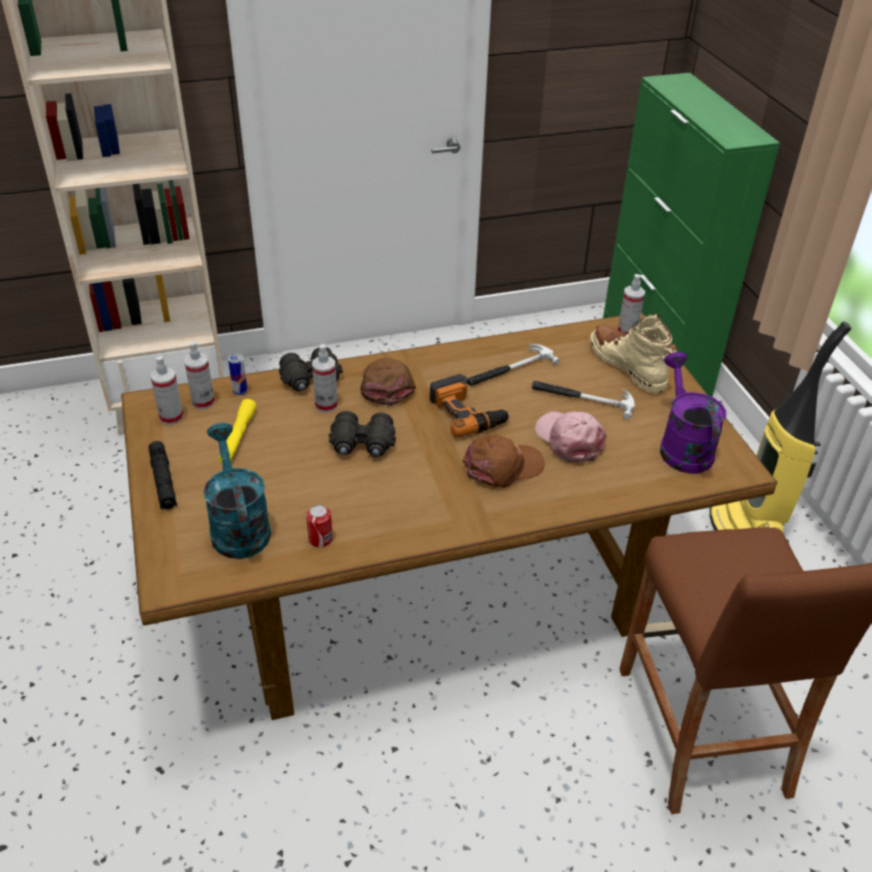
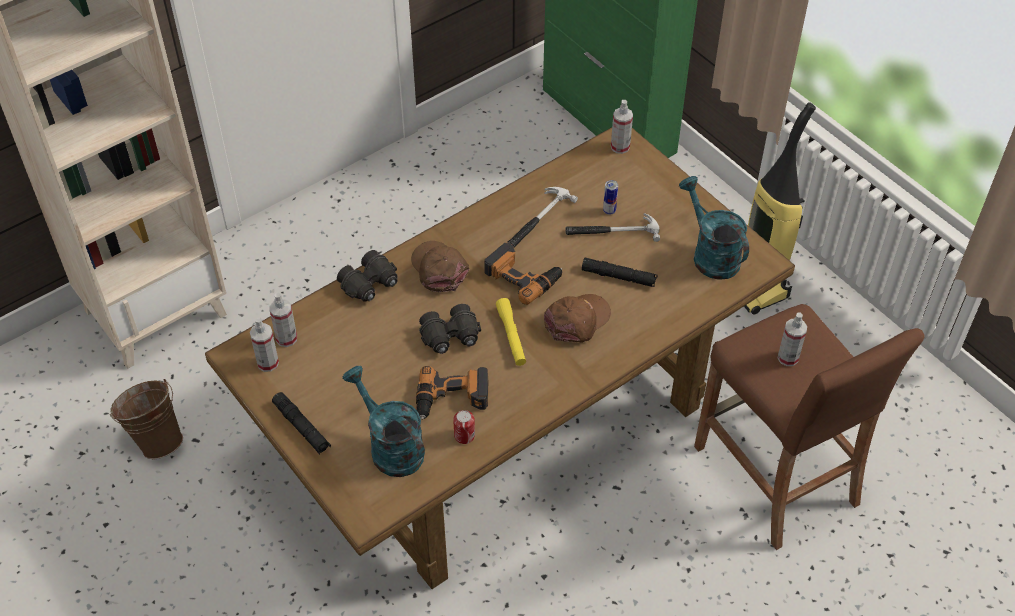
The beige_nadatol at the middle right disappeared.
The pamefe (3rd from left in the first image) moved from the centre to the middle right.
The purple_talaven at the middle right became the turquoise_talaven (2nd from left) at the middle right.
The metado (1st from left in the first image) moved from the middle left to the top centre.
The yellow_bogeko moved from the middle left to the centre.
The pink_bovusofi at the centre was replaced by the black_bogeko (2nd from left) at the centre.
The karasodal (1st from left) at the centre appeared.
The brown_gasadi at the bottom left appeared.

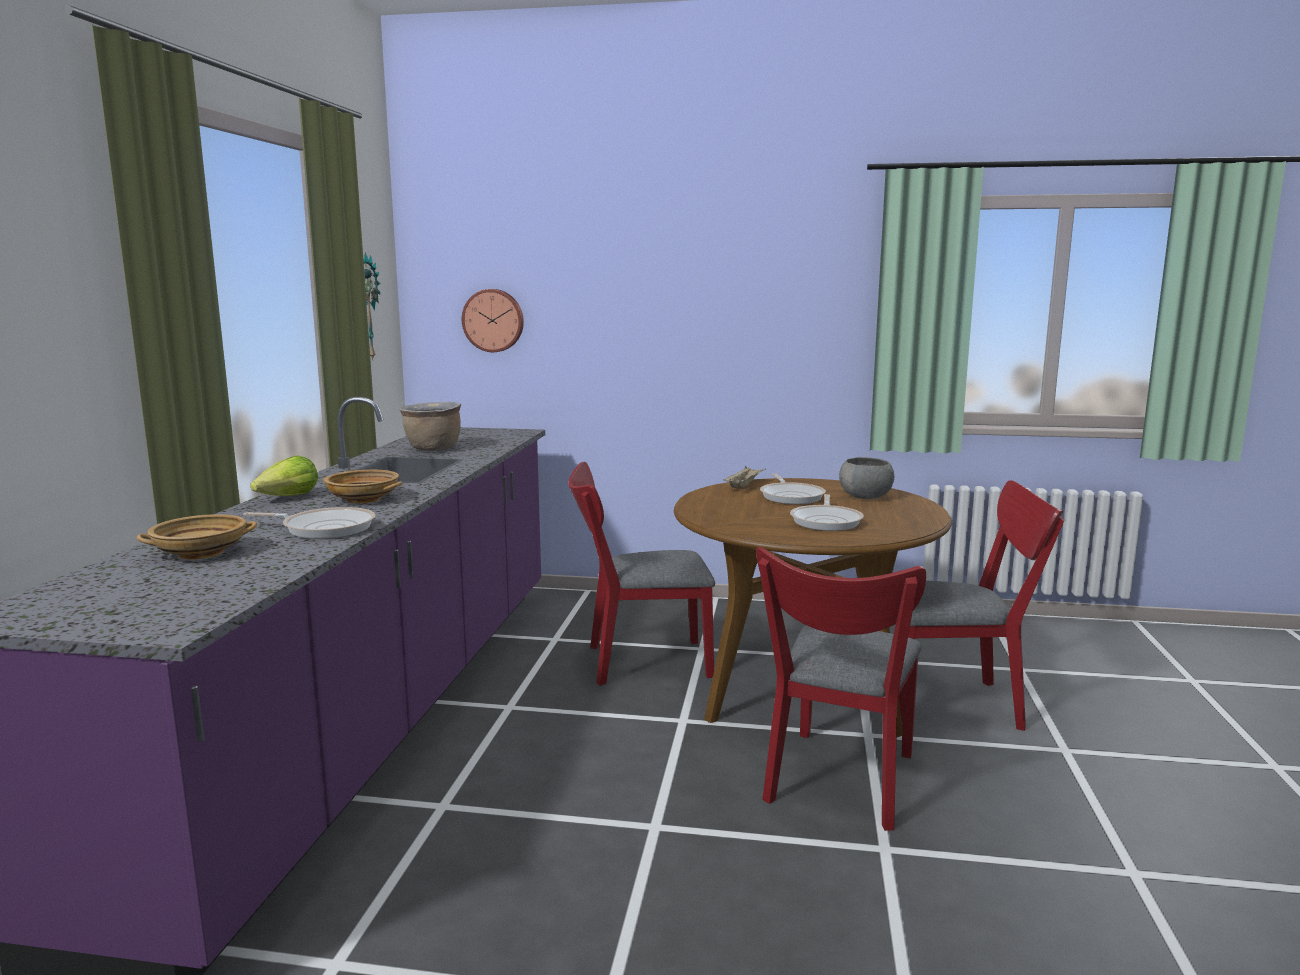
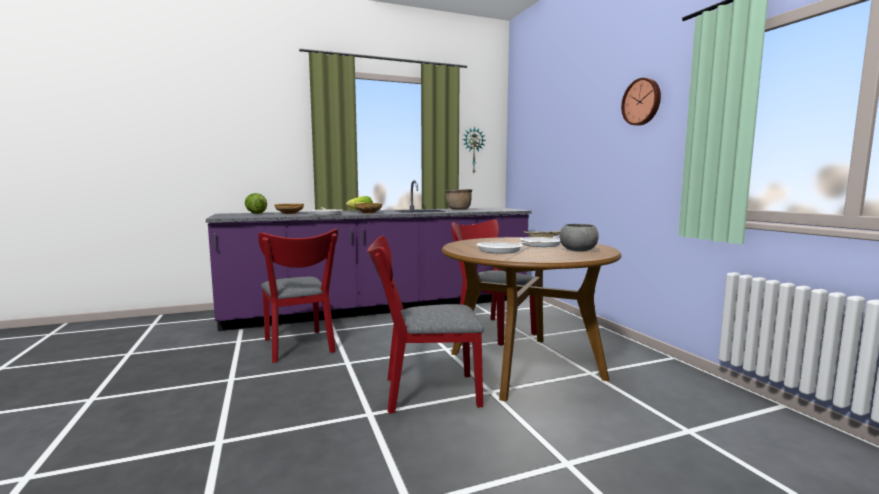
The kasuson (2nd from left) moved from the top centre to the top right.
The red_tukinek (3rd from left in the first image) moved from the middle right to the centre.
The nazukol (1st from left) at the middle left appeared.

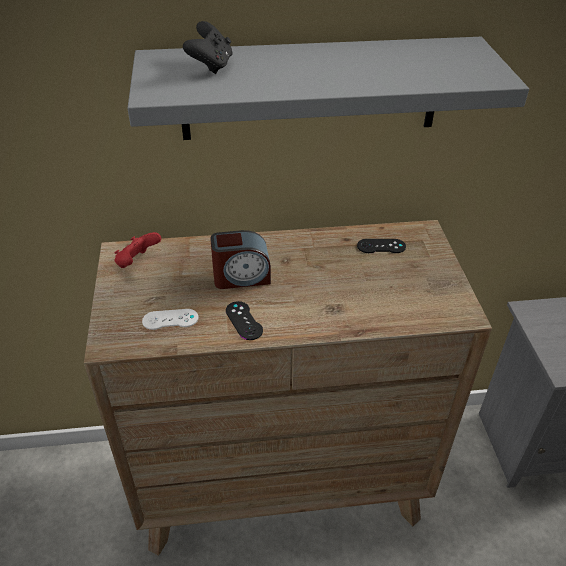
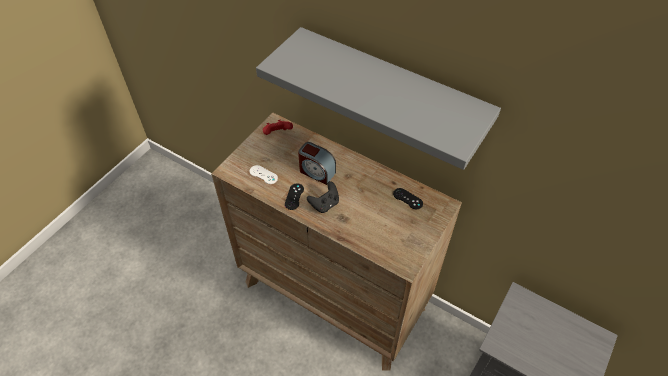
The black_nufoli (1st from left in the first image) moved from the top centre to the centre.

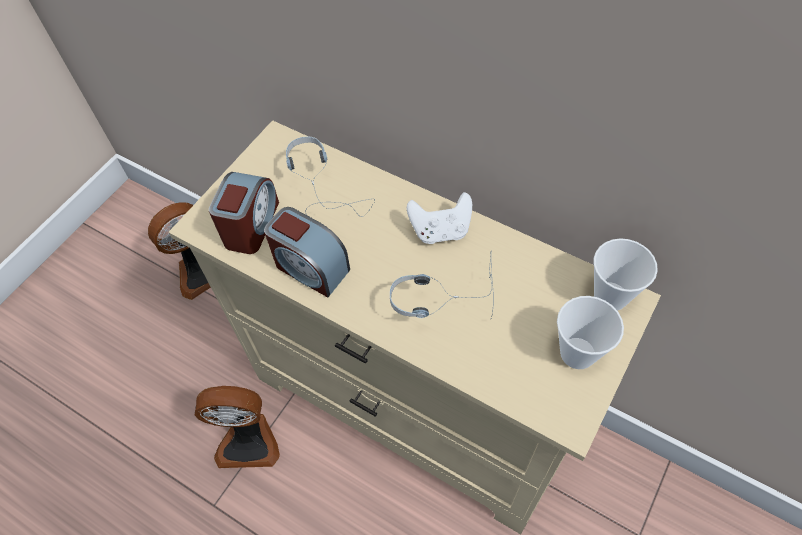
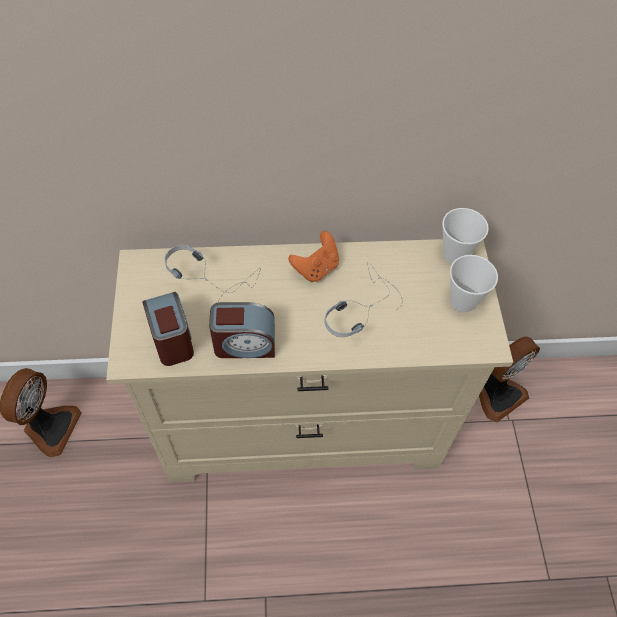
The white_nufoli at the centre became the orange_nufoli at the centre.
The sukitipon (2nd from left) moved from the bottom left to the middle right.

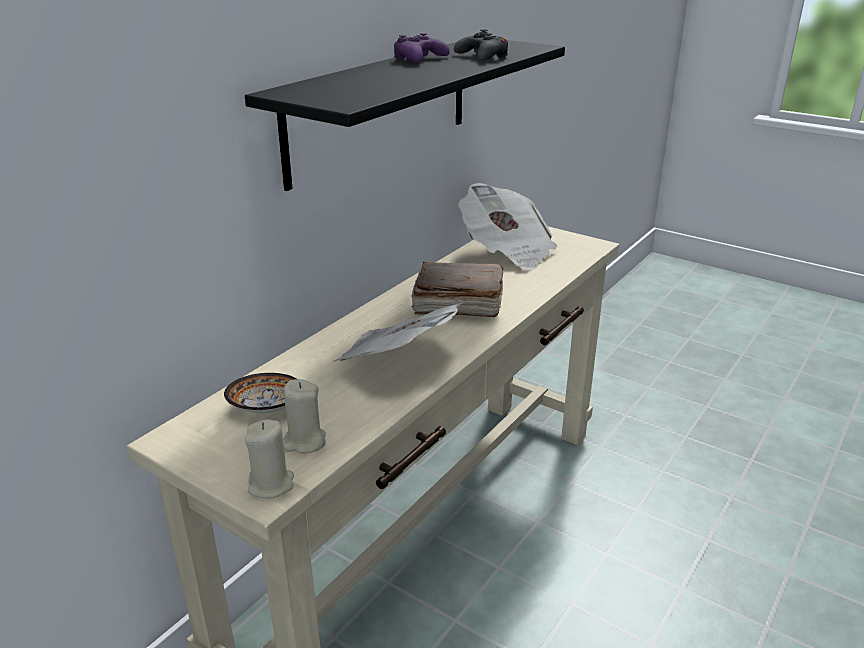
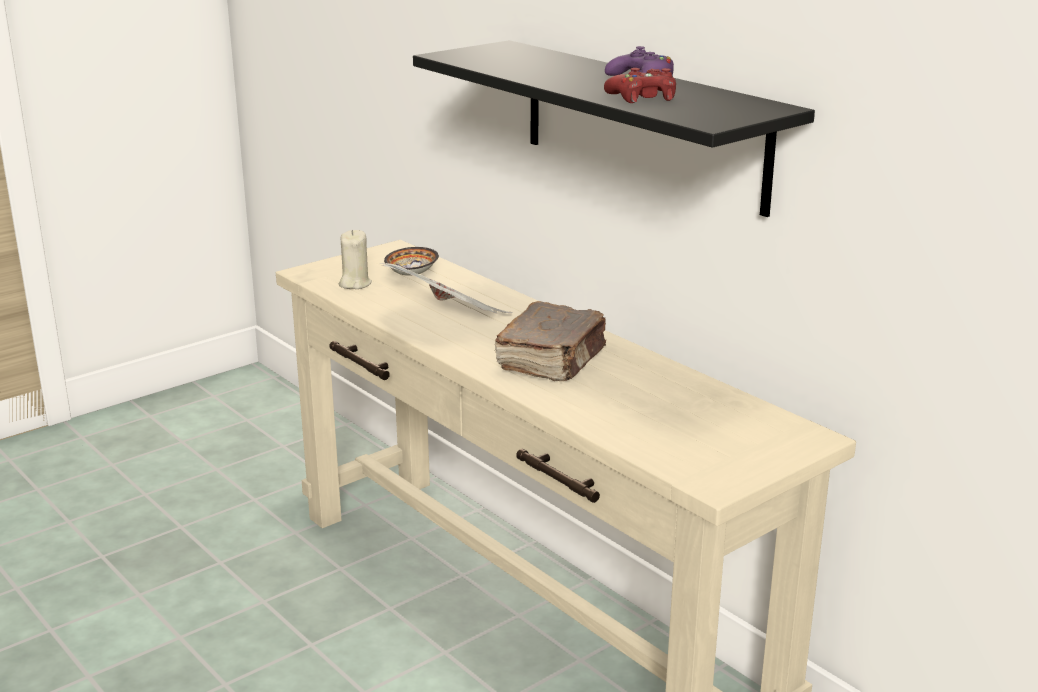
The black_nufoli at the top centre became the red_nufoli at the top centre.
The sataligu (2nd from left) at the centre disappeared.
The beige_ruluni (1st from left) at the bottom left disappeared.

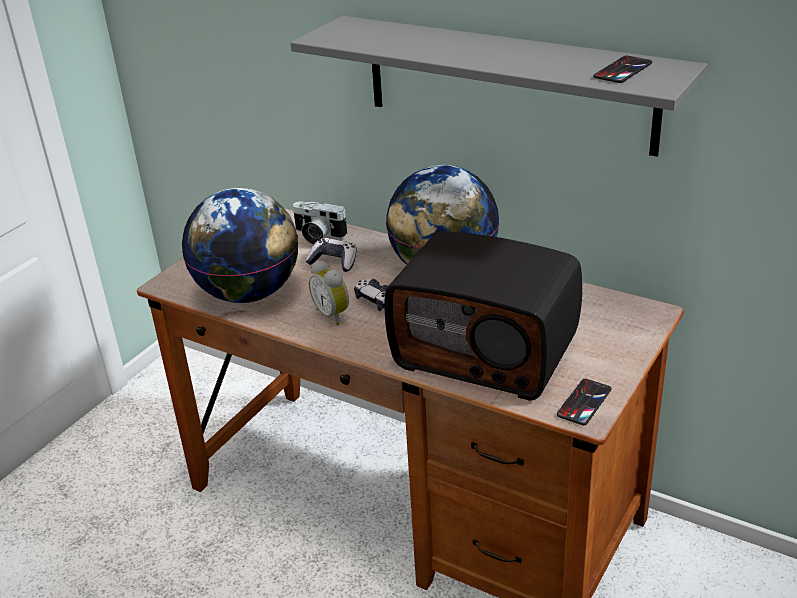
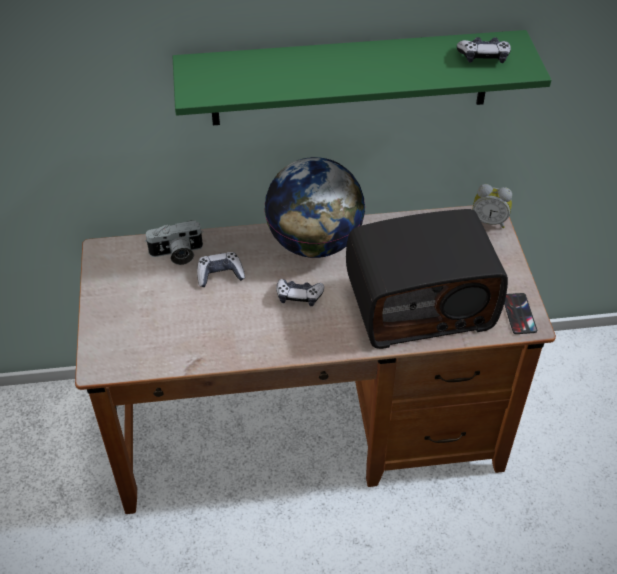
The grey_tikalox at the top centre became the green_tikalox at the top centre.
The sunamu (2nd from left) at the top right was replaced by the nufoli (3rd from left) at the top right.
The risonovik (1st from left) at the middle left disappeared.
The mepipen moved from the centre to the middle right.

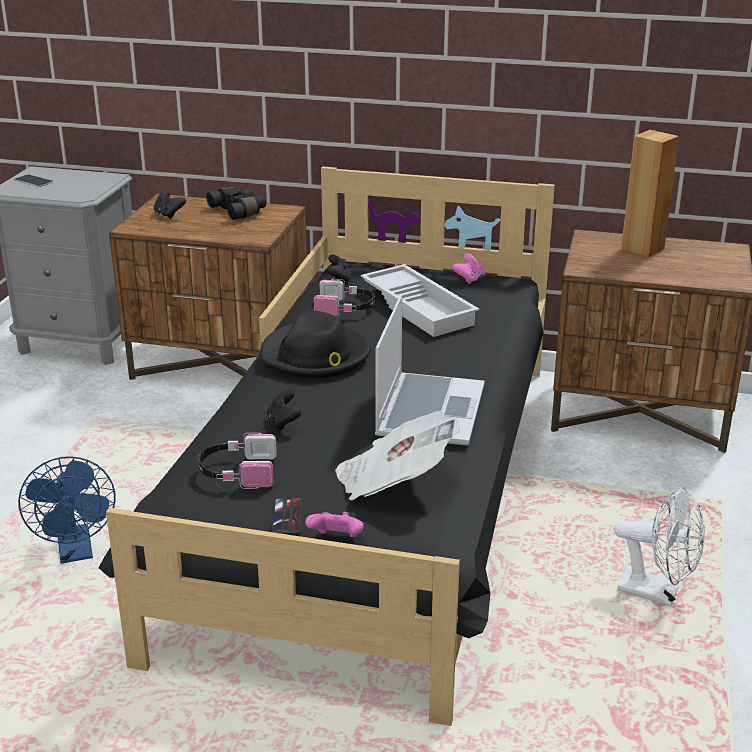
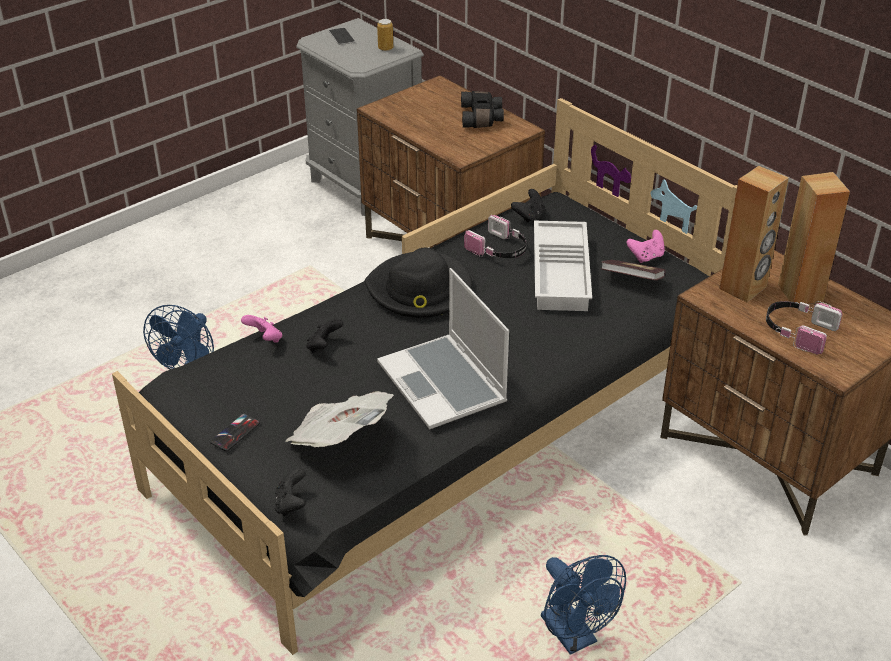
The black_nufoli (1st from left) moved from the top left to the bottom left.
The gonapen at the centre turned 105 degrees clockwise.
The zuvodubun (1st from left in the first image) moved from the middle left to the middle right.
The white_sukitipon at the bottom right became the blue_sukitipon (2nd from left) at the bottom centre.
The pink_nufoli (1st from left) moved from the bottom centre to the middle left.
The metado at the top centre appeared.
The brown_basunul (1st from left) at the middle right appeared.
The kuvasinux at the middle right appeared.

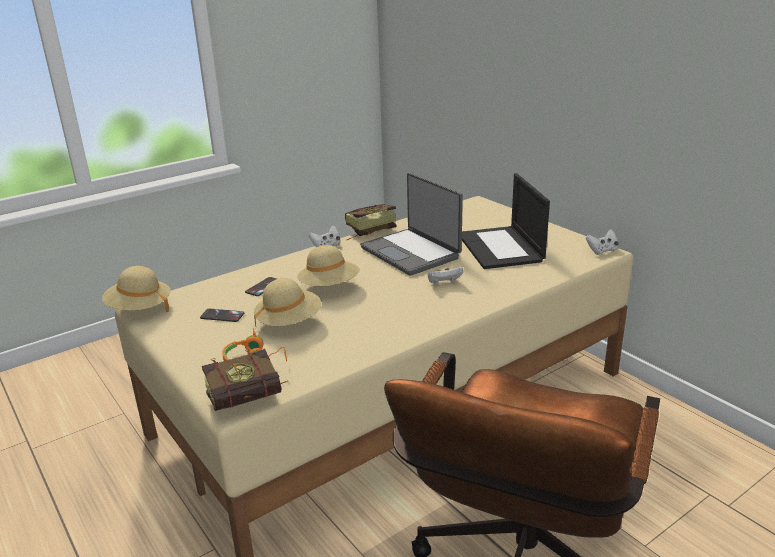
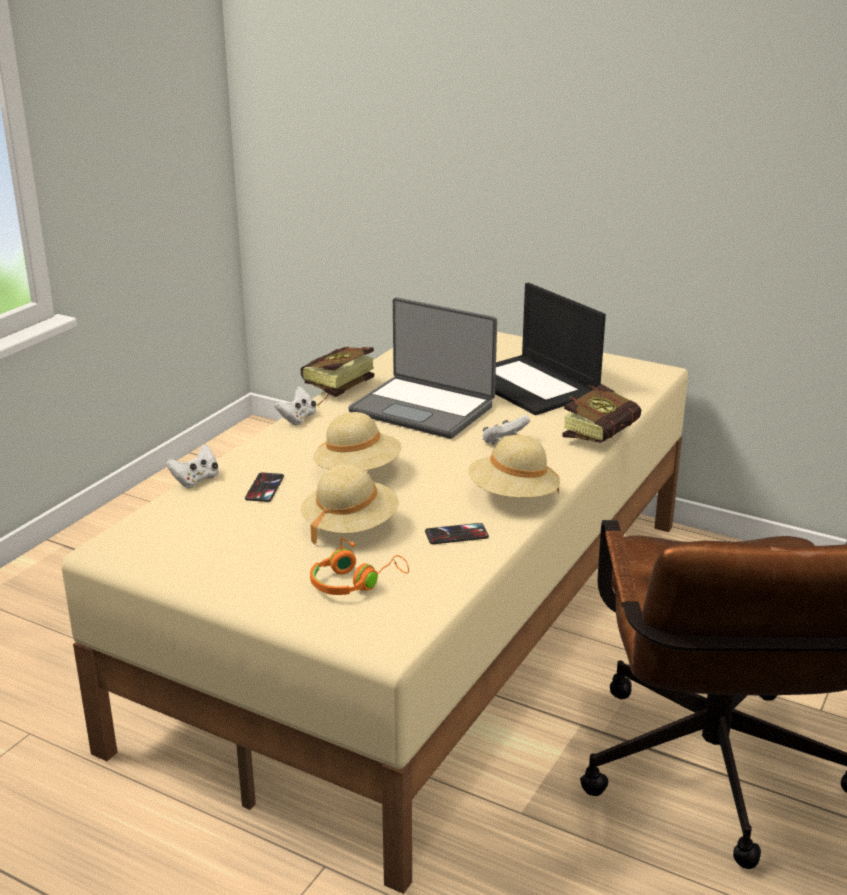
The white_nufoli (3rd from left in the first image) moved from the middle right to the middle left.
The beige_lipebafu (1st from left in the first image) moved from the middle left to the centre.
The sunamu (1st from left in the first image) moved from the middle left to the centre.
The kuvasinux (1st from left in the first image) moved from the bottom left to the middle right.

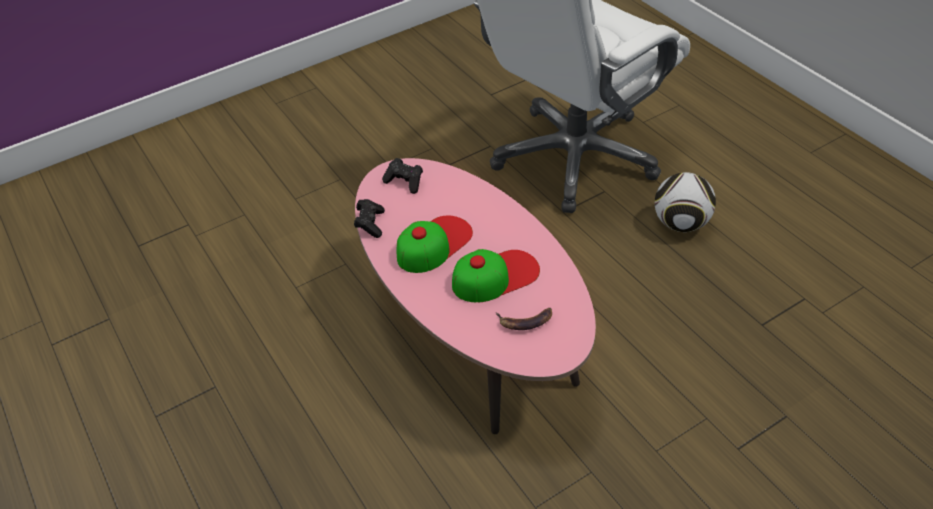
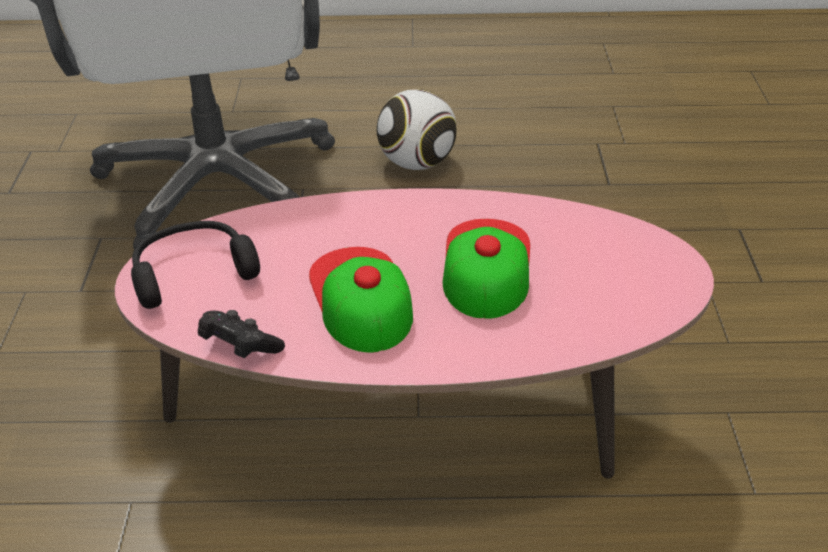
The black_nufoli (2nd from left) at the centre was replaced by the black_zuvodubun at the middle left.
The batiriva at the centre disappeared.

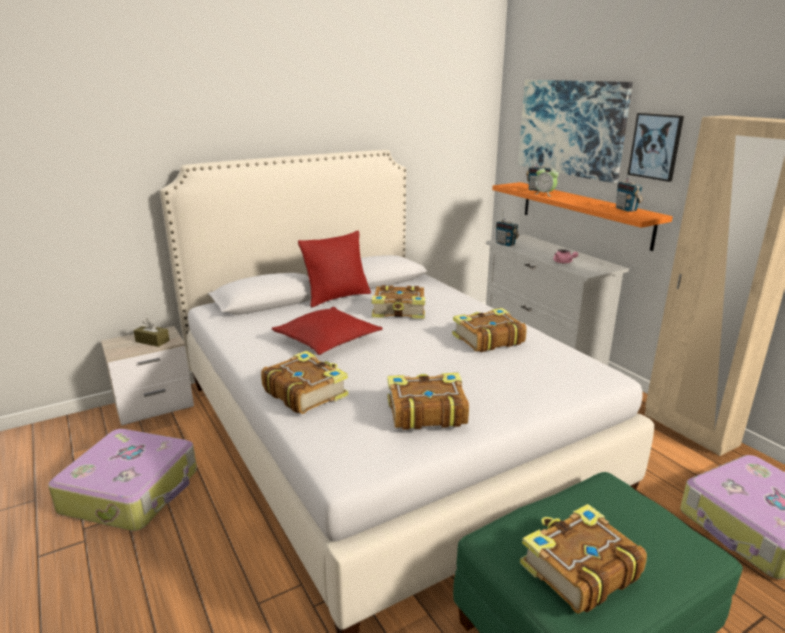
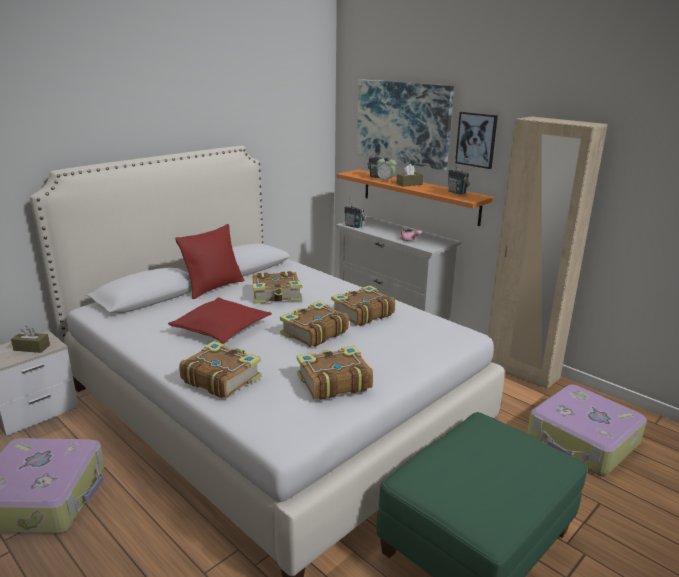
The kuvasinux (5th from left in the first image) moved from the bottom right to the centre.
The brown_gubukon (2nd from left) at the top centre appeared.

